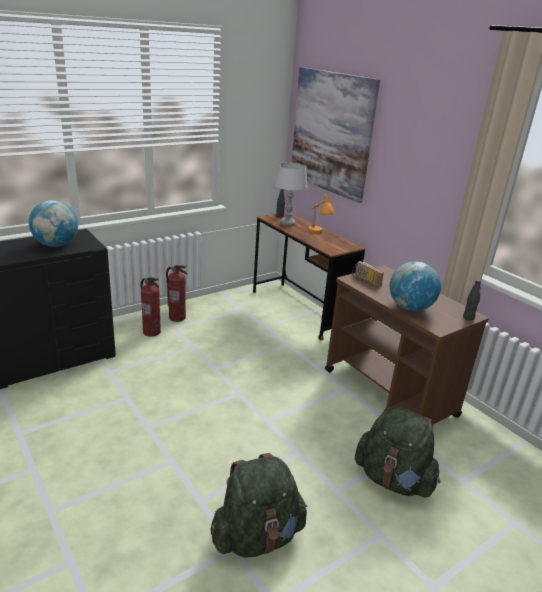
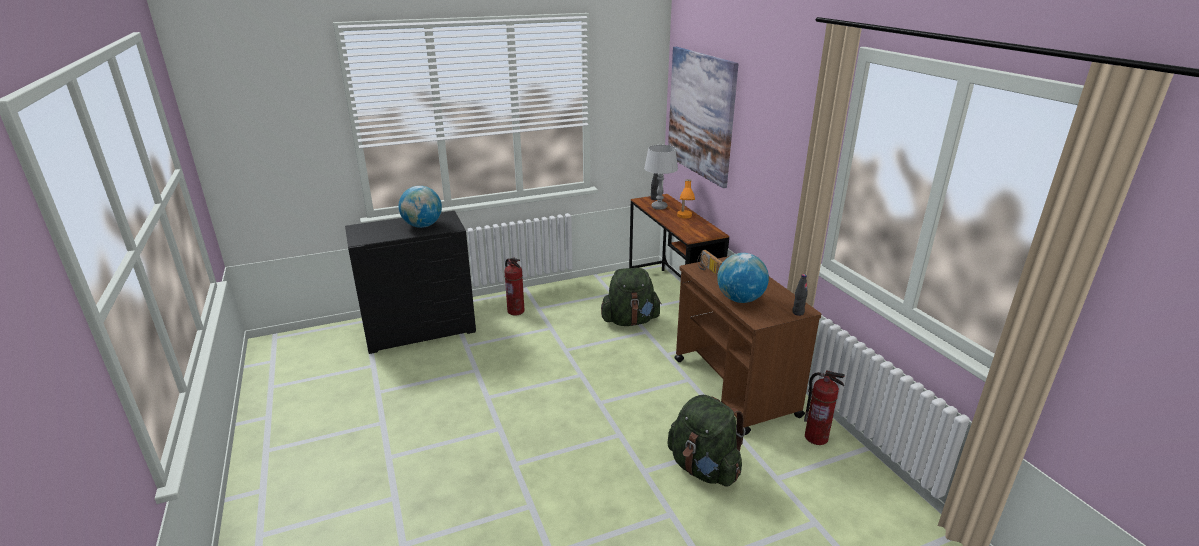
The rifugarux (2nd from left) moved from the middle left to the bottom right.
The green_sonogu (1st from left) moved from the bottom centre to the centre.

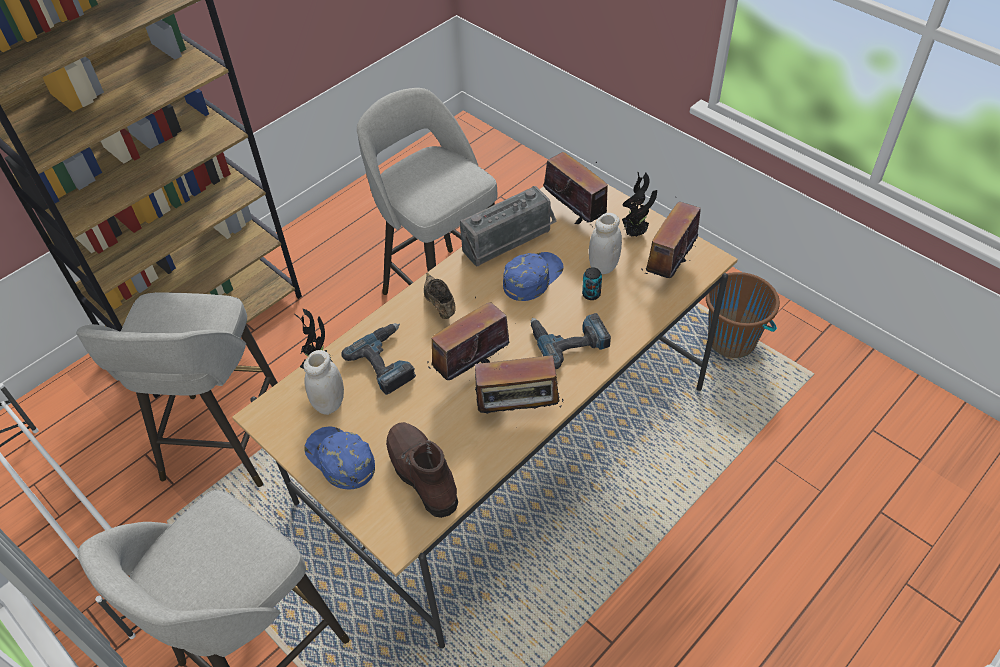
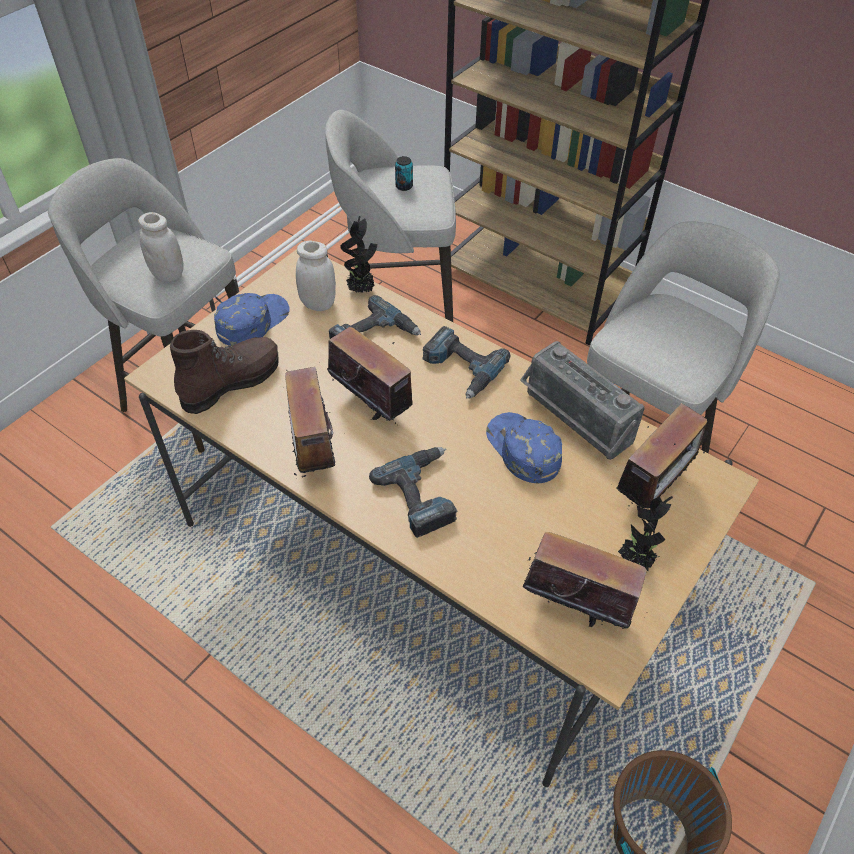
The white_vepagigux (2nd from left in the first image) moved from the centre to the top left.
The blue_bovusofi (2nd from left) at the centre turned 150 degrees counterclockwise.
The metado moved from the centre to the top centre.
The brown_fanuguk at the centre was replaced by the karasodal (3rd from left) at the centre.

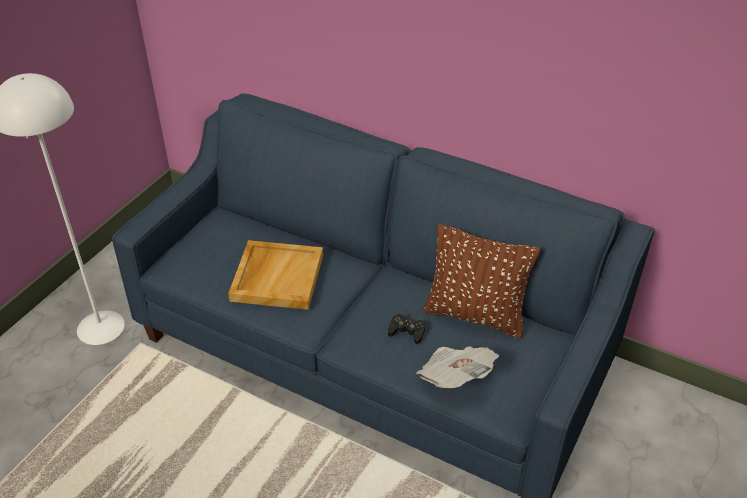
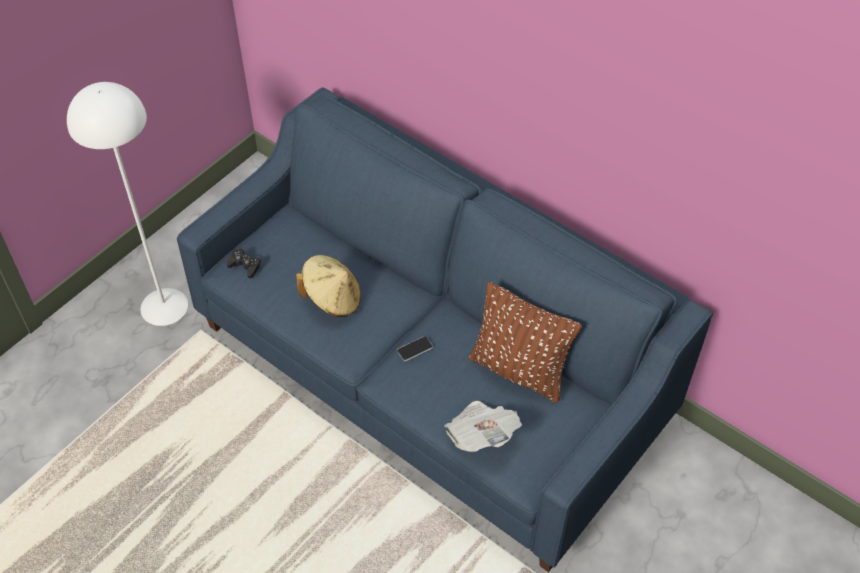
The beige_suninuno at the centre was replaced by the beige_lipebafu at the centre.
The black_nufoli moved from the centre to the middle left.
The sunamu at the centre appeared.

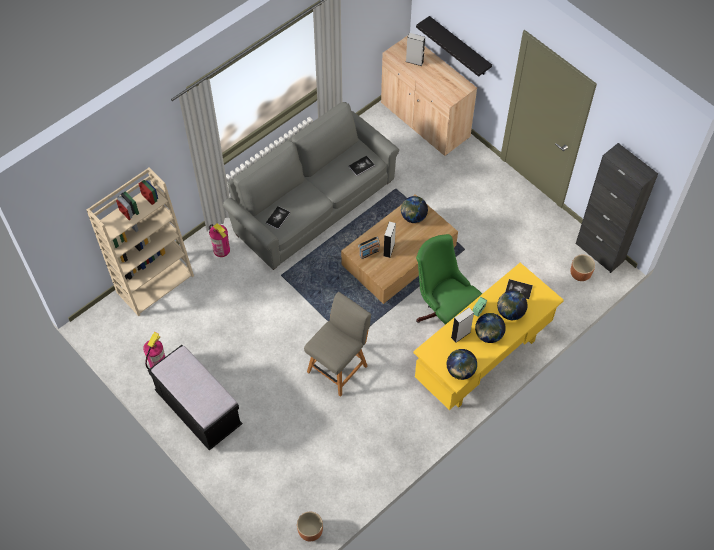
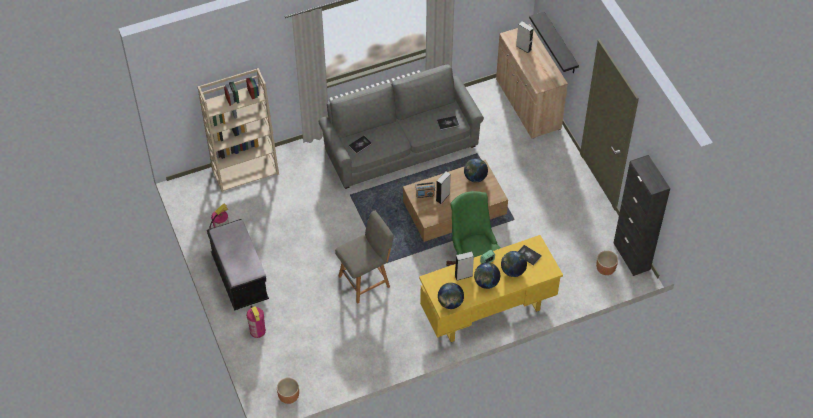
The rifugarux (2nd from left) moved from the middle left to the bottom left.

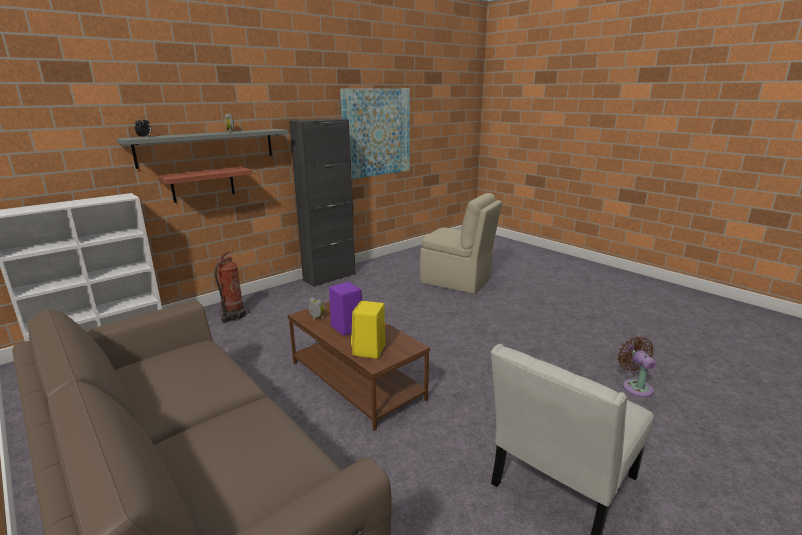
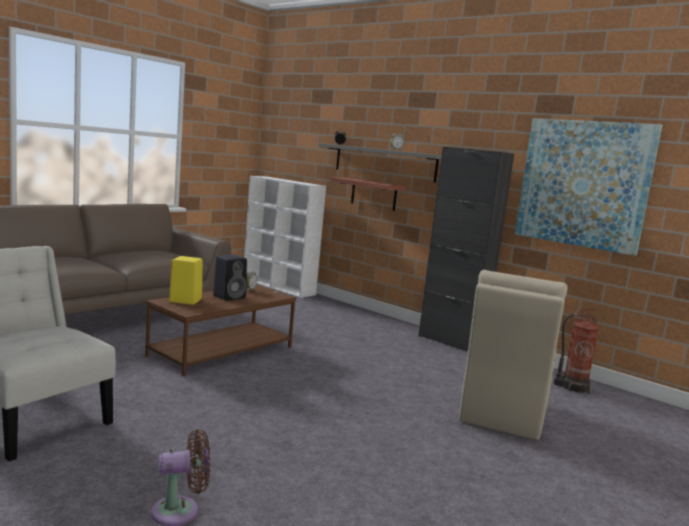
The rifugarux moved from the middle left to the bottom right.
The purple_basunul at the centre became the black_basunul at the centre.

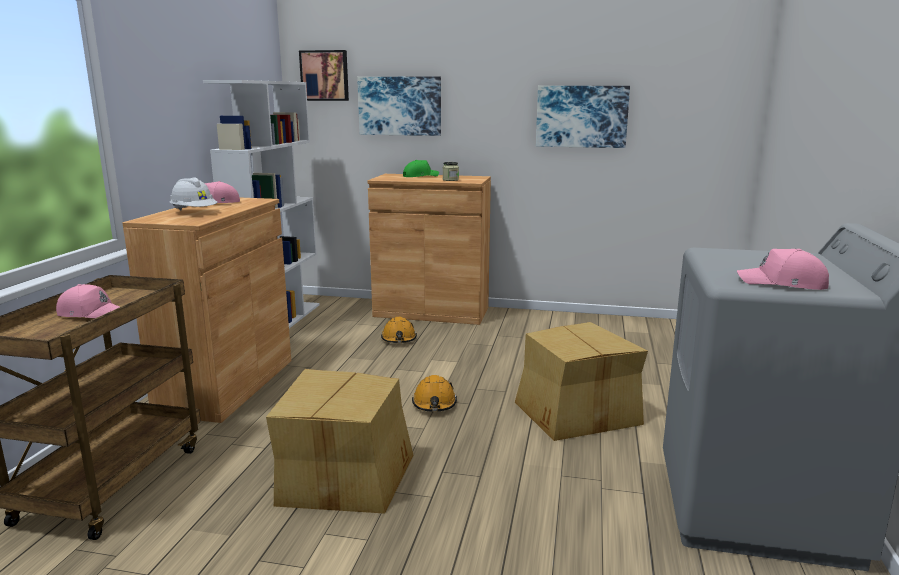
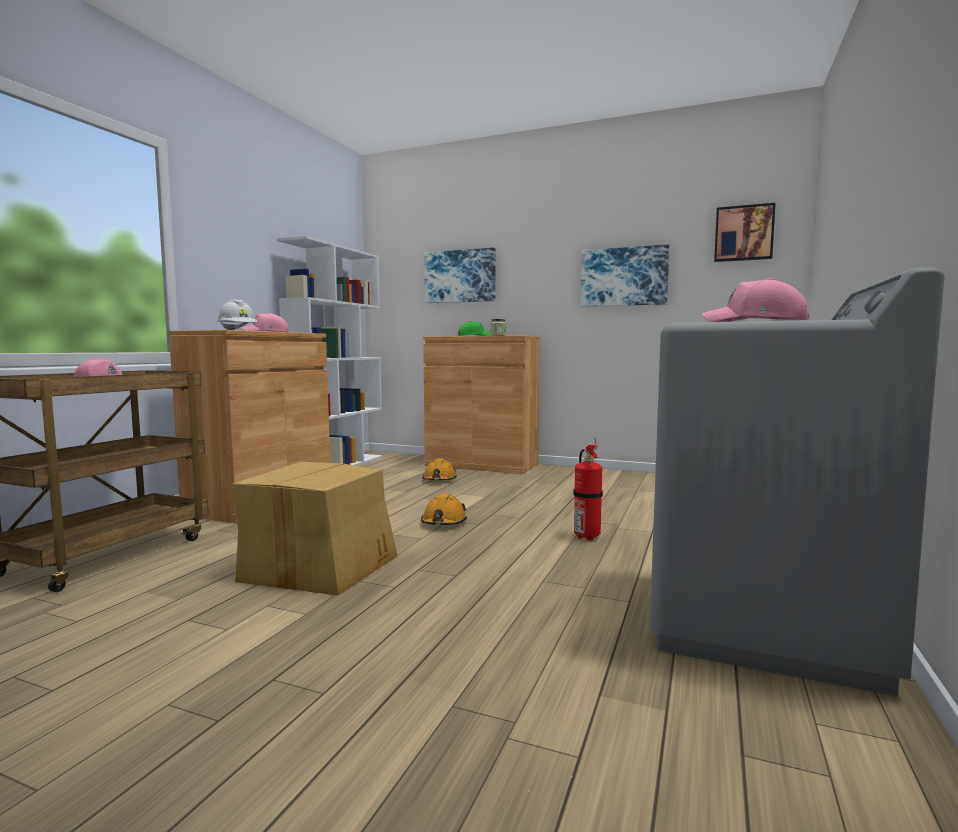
The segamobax (1st from left in the first image) moved from the top centre to the top right.
The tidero (2nd from left) at the centre was replaced by the rifugarux at the centre.

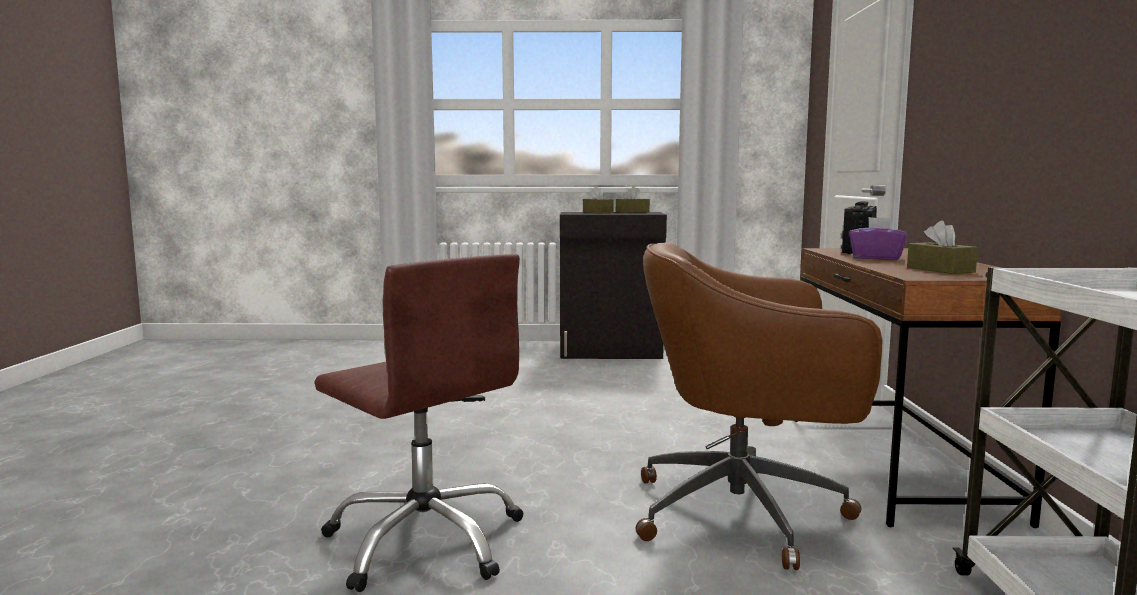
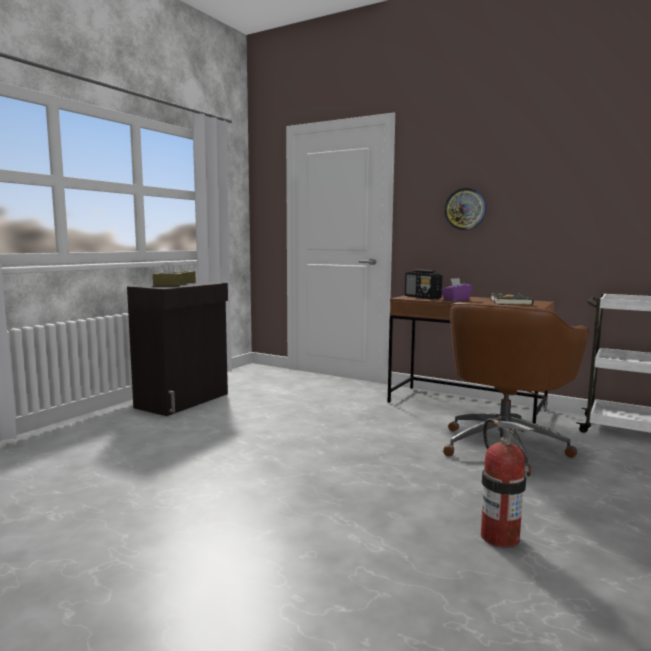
The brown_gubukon (3rd from left) at the middle right was replaced by the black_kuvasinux at the middle right.
The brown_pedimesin (1st from left) at the bottom centre was replaced by the rifugarux at the bottom right.
The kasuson at the top right appeared.

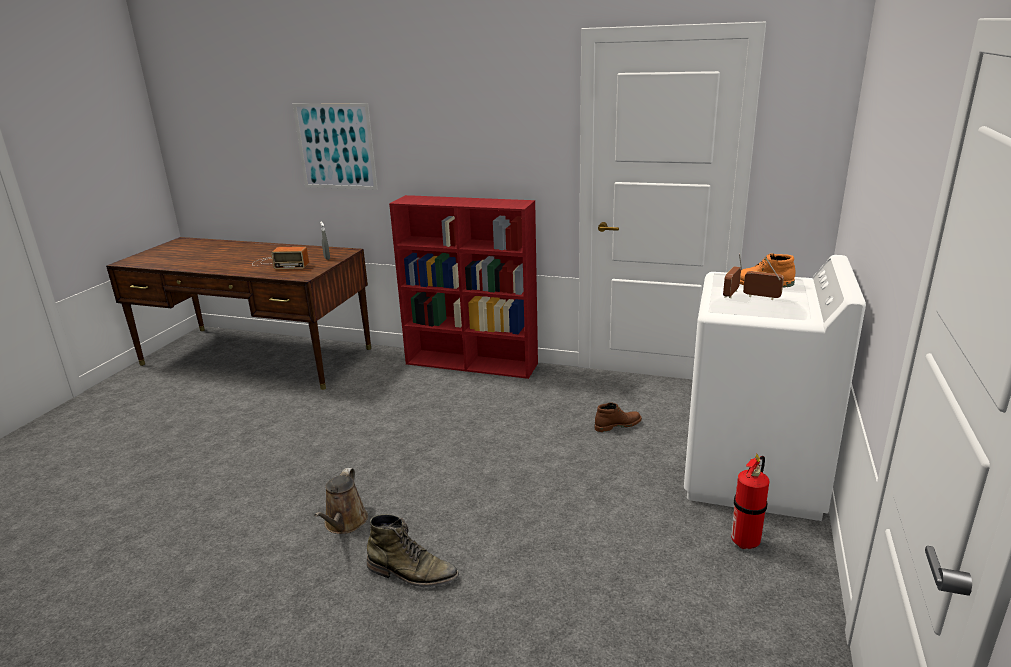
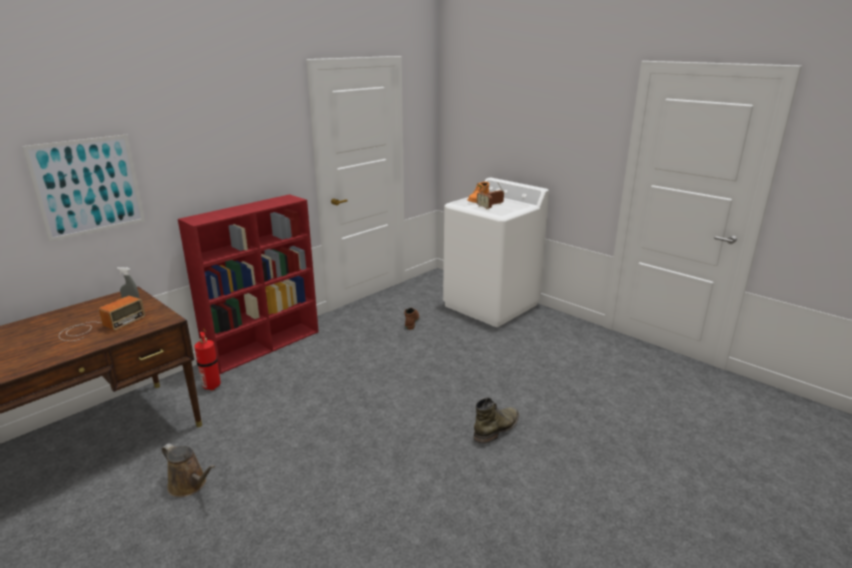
The rifugarux moved from the bottom right to the middle left.
The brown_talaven moved from the bottom centre to the bottom left.

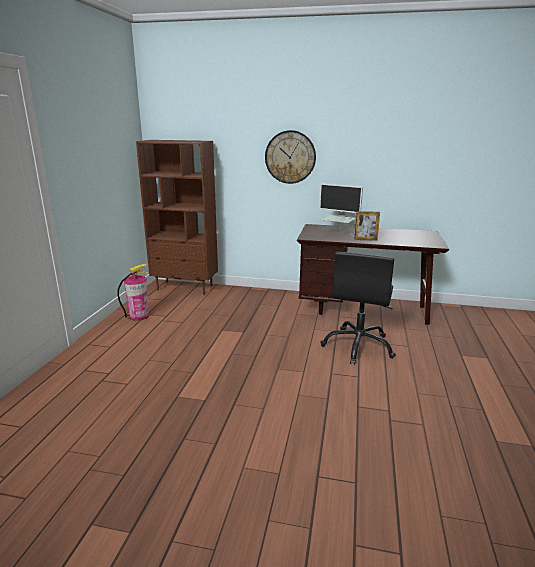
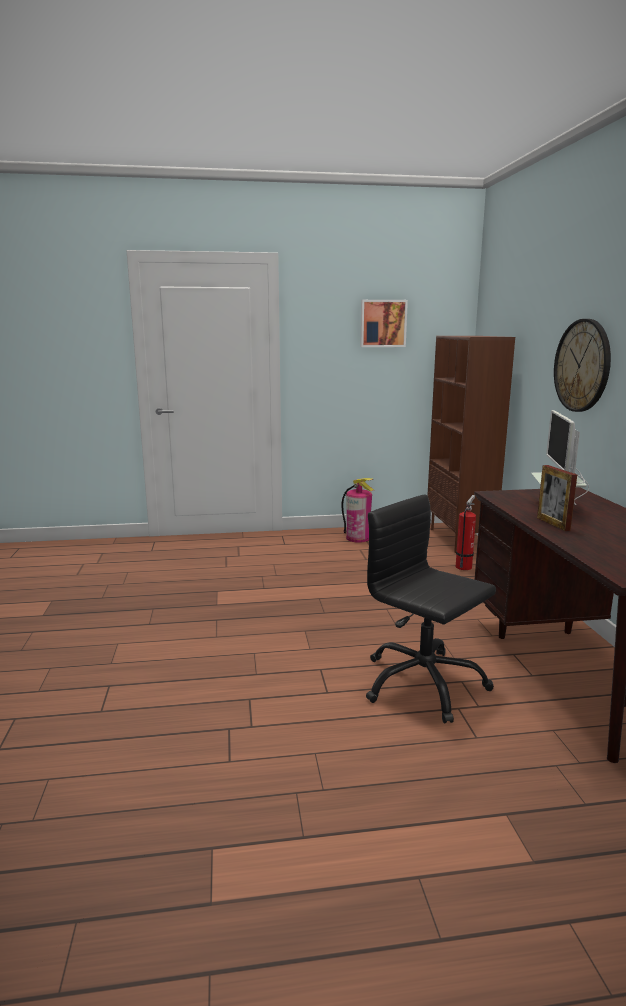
The black_pedimesin at the middle right turned 45 degrees clockwise.
The segamobax at the top centre appeared.
The rifugarux (2nd from left) at the middle right appeared.

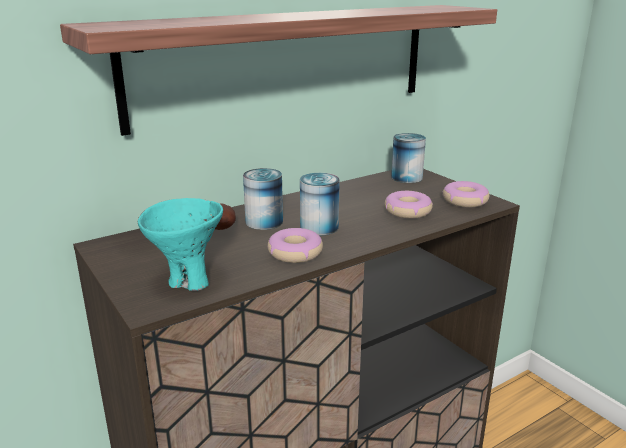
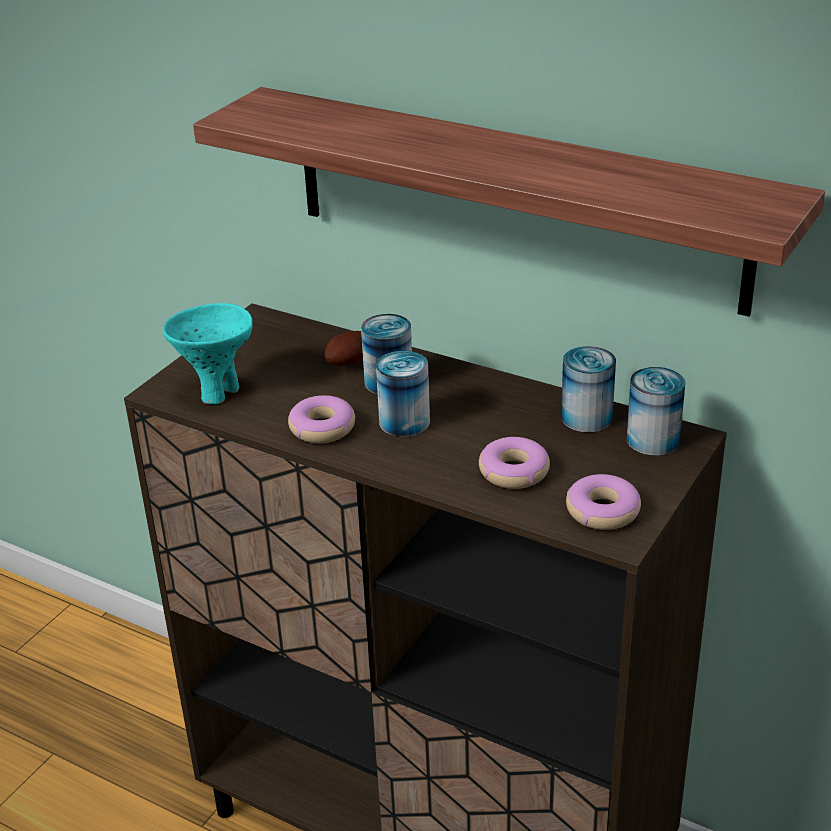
The metado (3rd from left) at the middle right appeared.

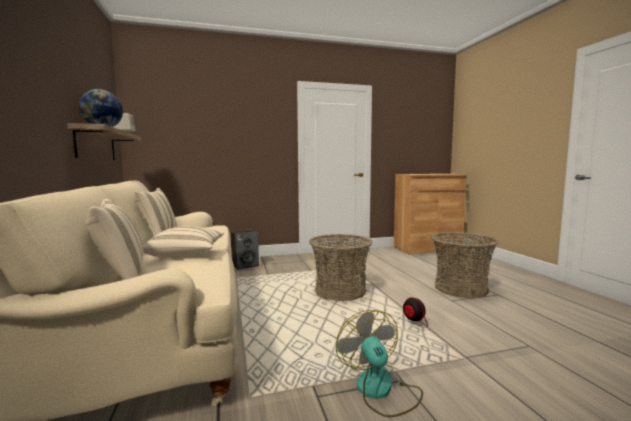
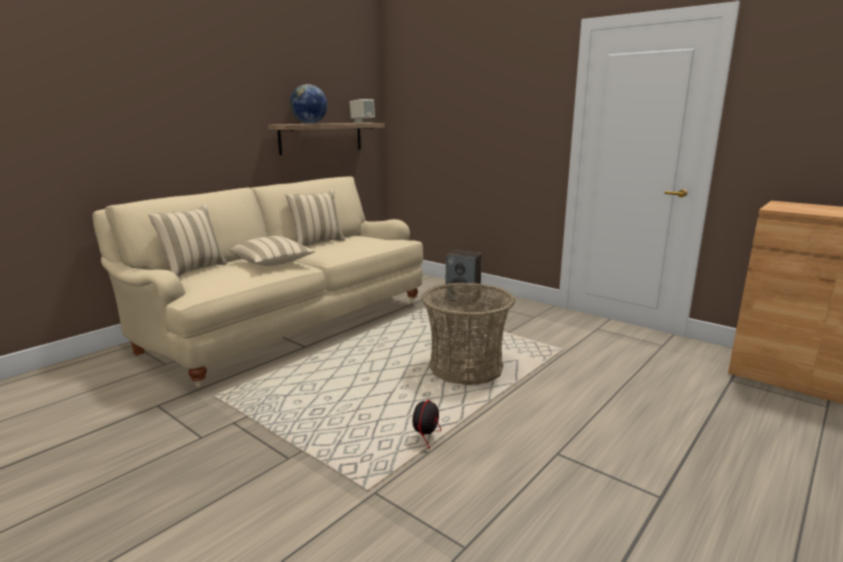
The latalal (2nd from left) at the middle right disappeared.
The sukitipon (1st from left) at the bottom centre disappeared.

